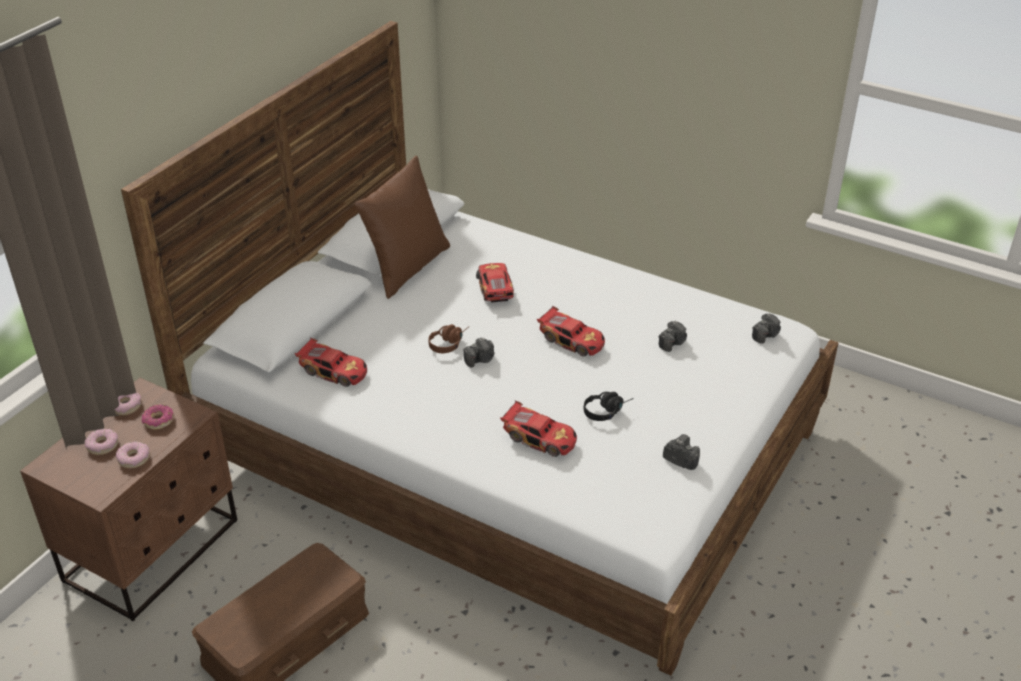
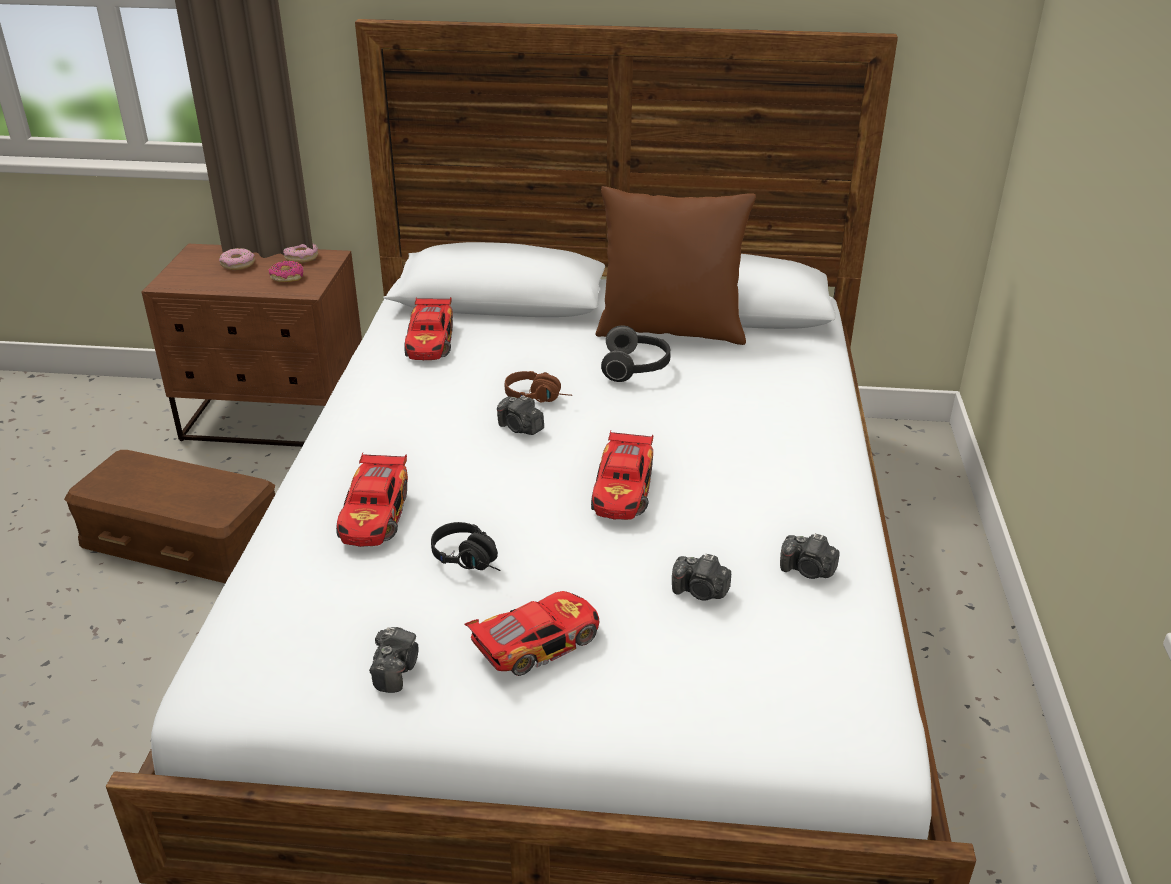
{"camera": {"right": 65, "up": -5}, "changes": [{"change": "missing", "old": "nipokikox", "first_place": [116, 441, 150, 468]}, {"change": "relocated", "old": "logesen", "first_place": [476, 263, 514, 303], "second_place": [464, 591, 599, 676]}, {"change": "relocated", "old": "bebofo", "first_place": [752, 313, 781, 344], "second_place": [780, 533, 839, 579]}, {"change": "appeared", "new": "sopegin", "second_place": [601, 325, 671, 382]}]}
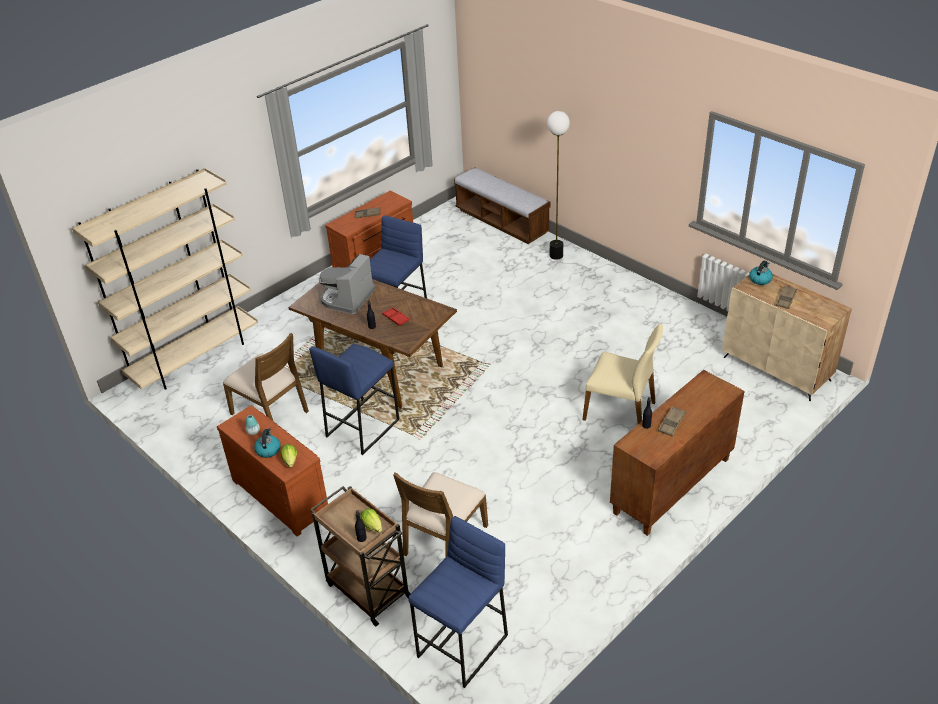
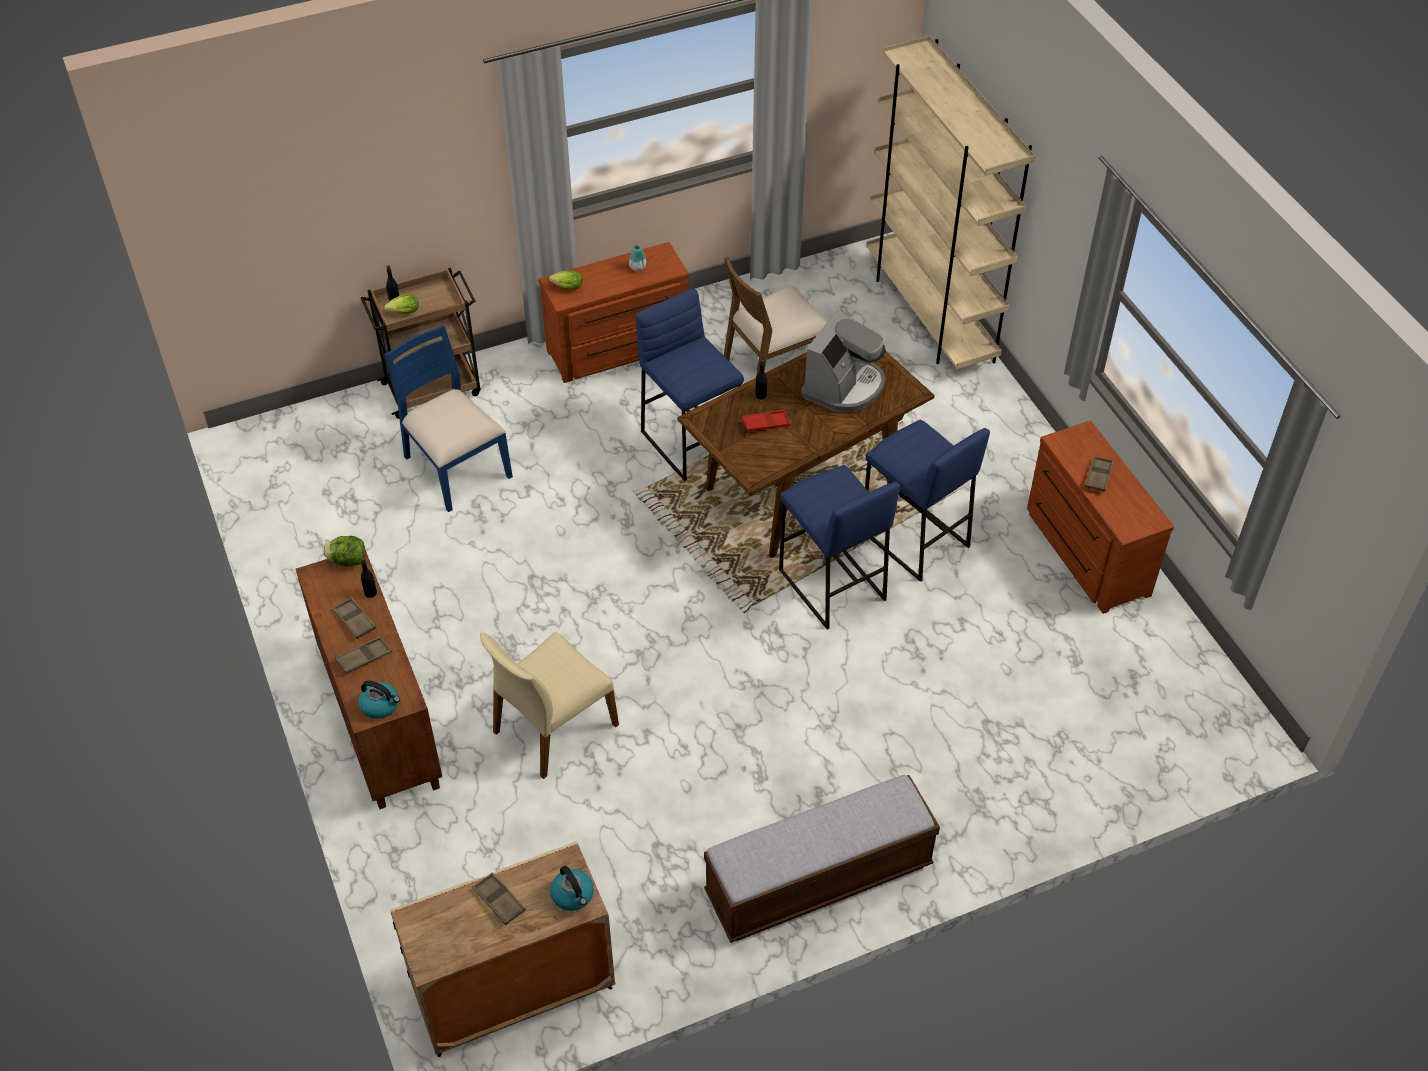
{"camera": {"right": 110, "up": 10}, "changes": [{"change": "relocated", "old": "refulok", "first_place": [254, 428, 280, 458], "second_place": [358, 680, 400, 719]}, {"change": "spun", "old": "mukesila", "first_place": [319, 253, 376, 314], "second_place": [801, 310, 886, 412], "degrees": 75}, {"change": "colour", "old": "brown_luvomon", "new": "blue_luvomon", "first_place": [393, 472, 488, 556], "second_place": [385, 325, 513, 512]}, {"change": "relocated", "old": "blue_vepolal", "first_place": [408, 516, 508, 688], "second_place": [779, 465, 900, 630]}, {"change": "relocated", "old": "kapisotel", "first_place": [454, 167, 550, 244], "second_place": [704, 775, 940, 943]}, {"change": "missing", "old": "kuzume", "first_place": [547, 111, 570, 260]}, {"change": "appeared", "new": "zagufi", "second_place": [323, 536, 365, 567]}, {"change": "appeared", "new": "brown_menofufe", "second_place": [335, 637, 392, 674]}]}
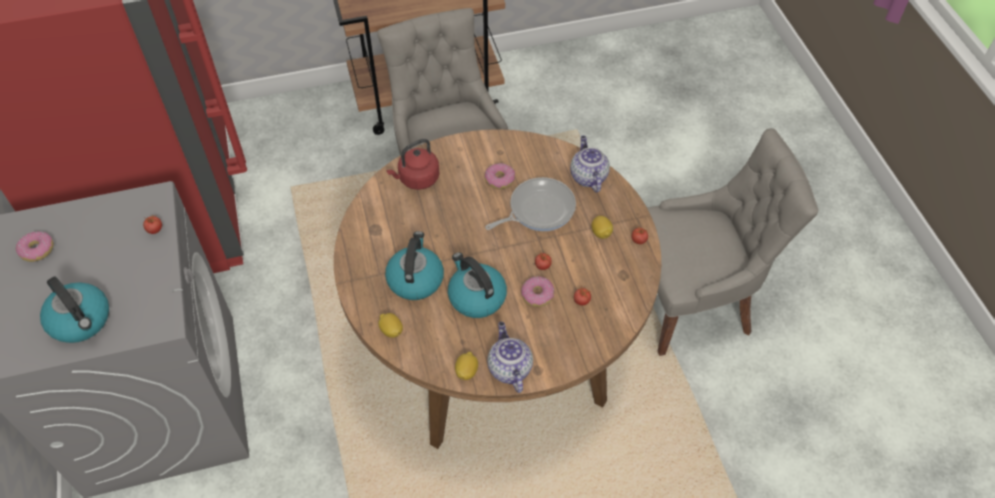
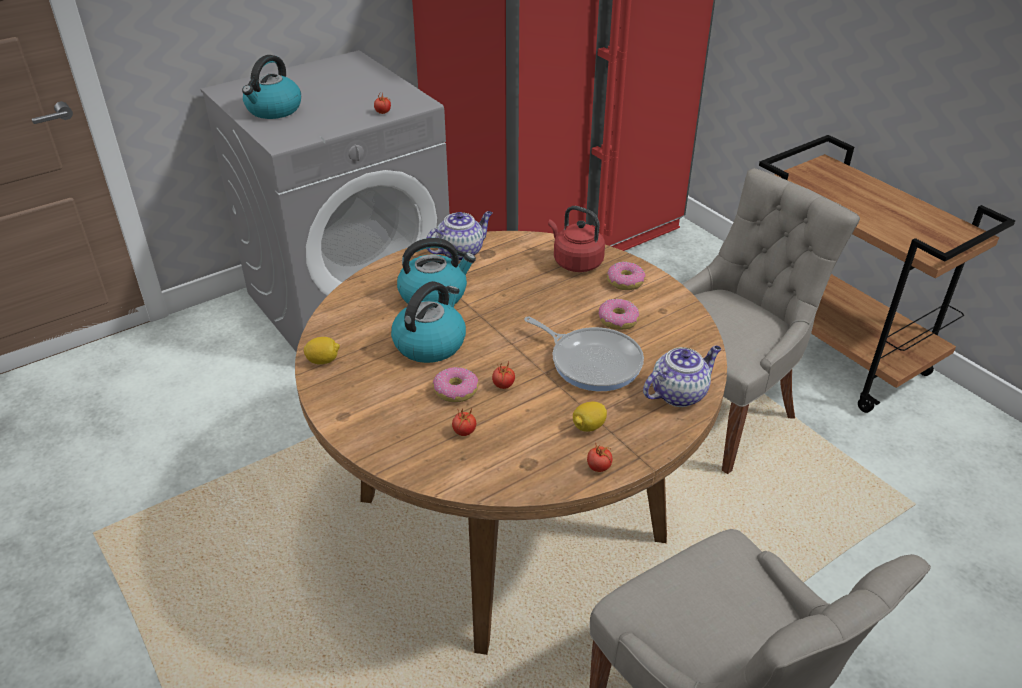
{"camera": {"right": 70, "up": -15}, "changes": [{"change": "relocated", "old": "nipokikox", "first_place": [16, 231, 54, 262], "second_place": [607, 262, 645, 290]}, {"change": "missing", "old": "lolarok", "first_place": [378, 313, 403, 338]}, {"change": "relocated", "old": "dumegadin", "first_place": [487, 322, 533, 393], "second_place": [427, 211, 493, 261]}]}
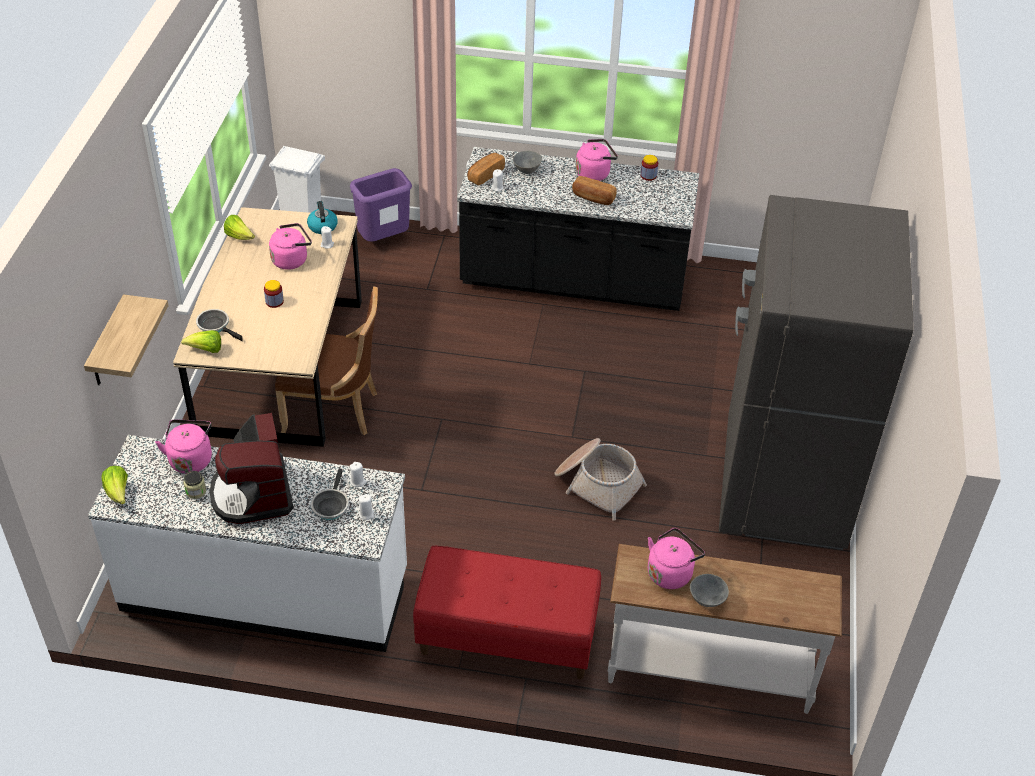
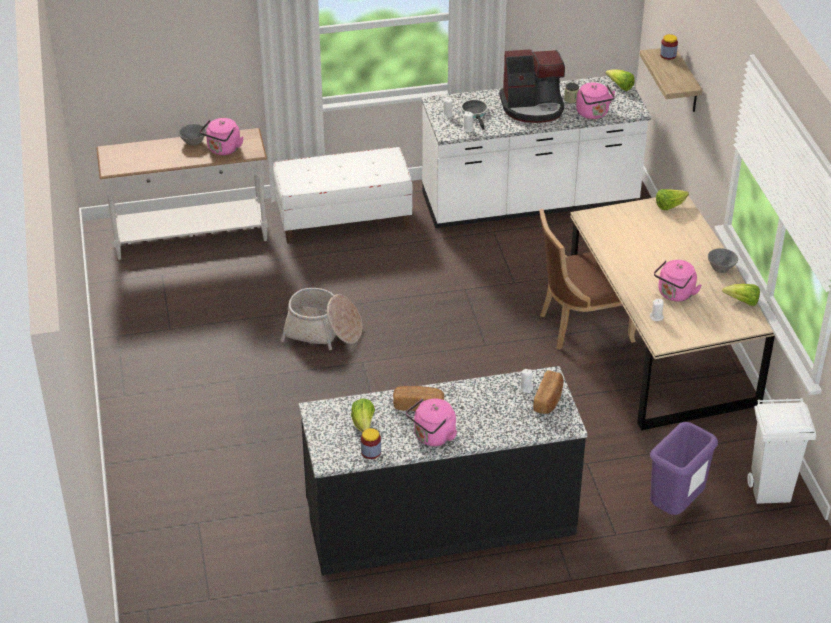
{"camera": {"right": 160, "up": -5}, "changes": [{"change": "missing", "old": "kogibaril", "first_place": [196, 309, 243, 341]}, {"change": "spun", "old": "mukesila", "first_place": [209, 413, 293, 524], "second_place": [499, 49, 565, 123], "degrees": 120}, {"change": "relocated", "old": "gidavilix", "first_place": [264, 280, 284, 308], "second_place": [660, 34, 678, 60]}, {"change": "missing", "old": "refulok", "first_place": [307, 201, 338, 234]}, {"change": "colour", "old": "red_kapisotel", "new": "white_kapisotel", "first_place": [413, 546, 601, 679], "second_place": [273, 147, 413, 244]}, {"change": "relocated", "old": "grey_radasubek", "first_place": [513, 151, 542, 174], "second_place": [708, 248, 738, 273]}, {"change": "missing", "old": "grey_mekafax", "first_place": [719, 195, 914, 550]}, {"change": "appeared", "new": "zagufi", "second_place": [351, 398, 375, 432]}]}
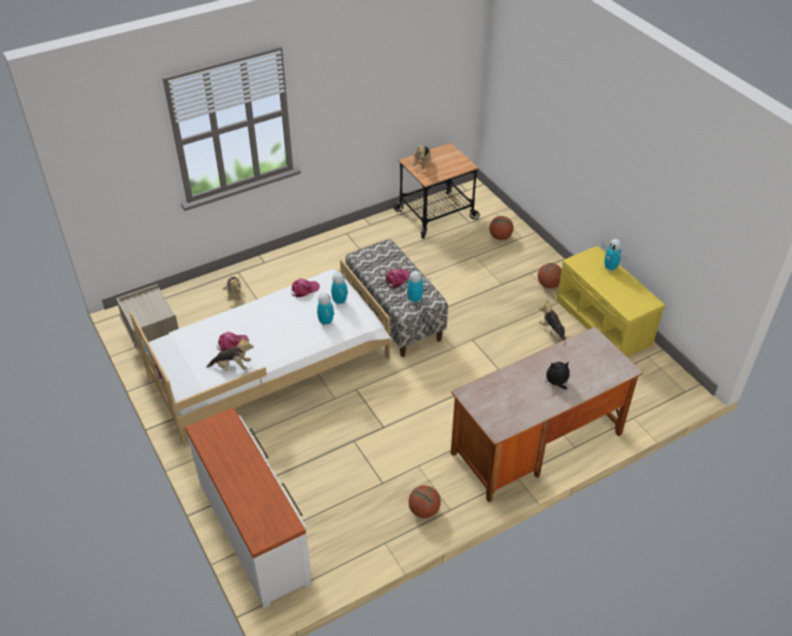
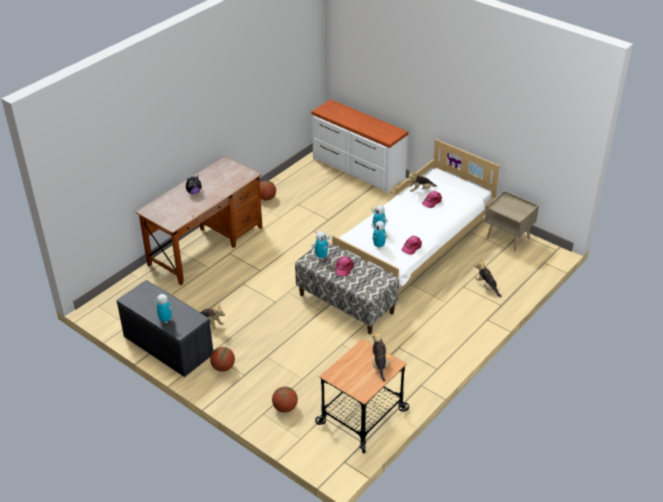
{"camera": {"right": 160, "up": -5}, "changes": [{"change": "colour", "old": "yellow_kapisotel", "new": "grey_kapisotel", "first_place": [556, 246, 665, 357], "second_place": [116, 280, 213, 377]}]}
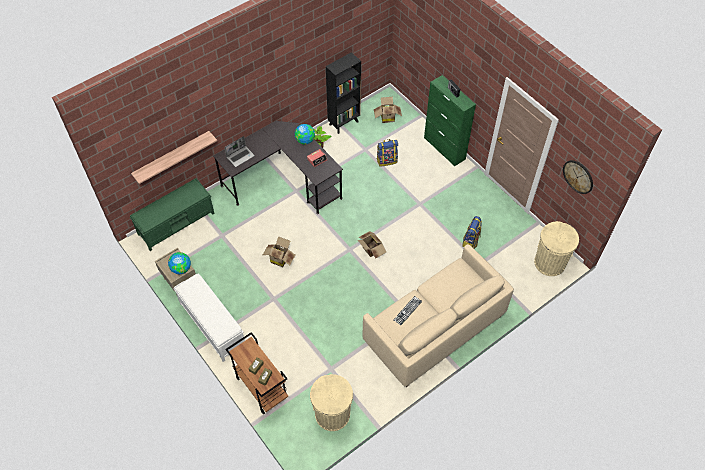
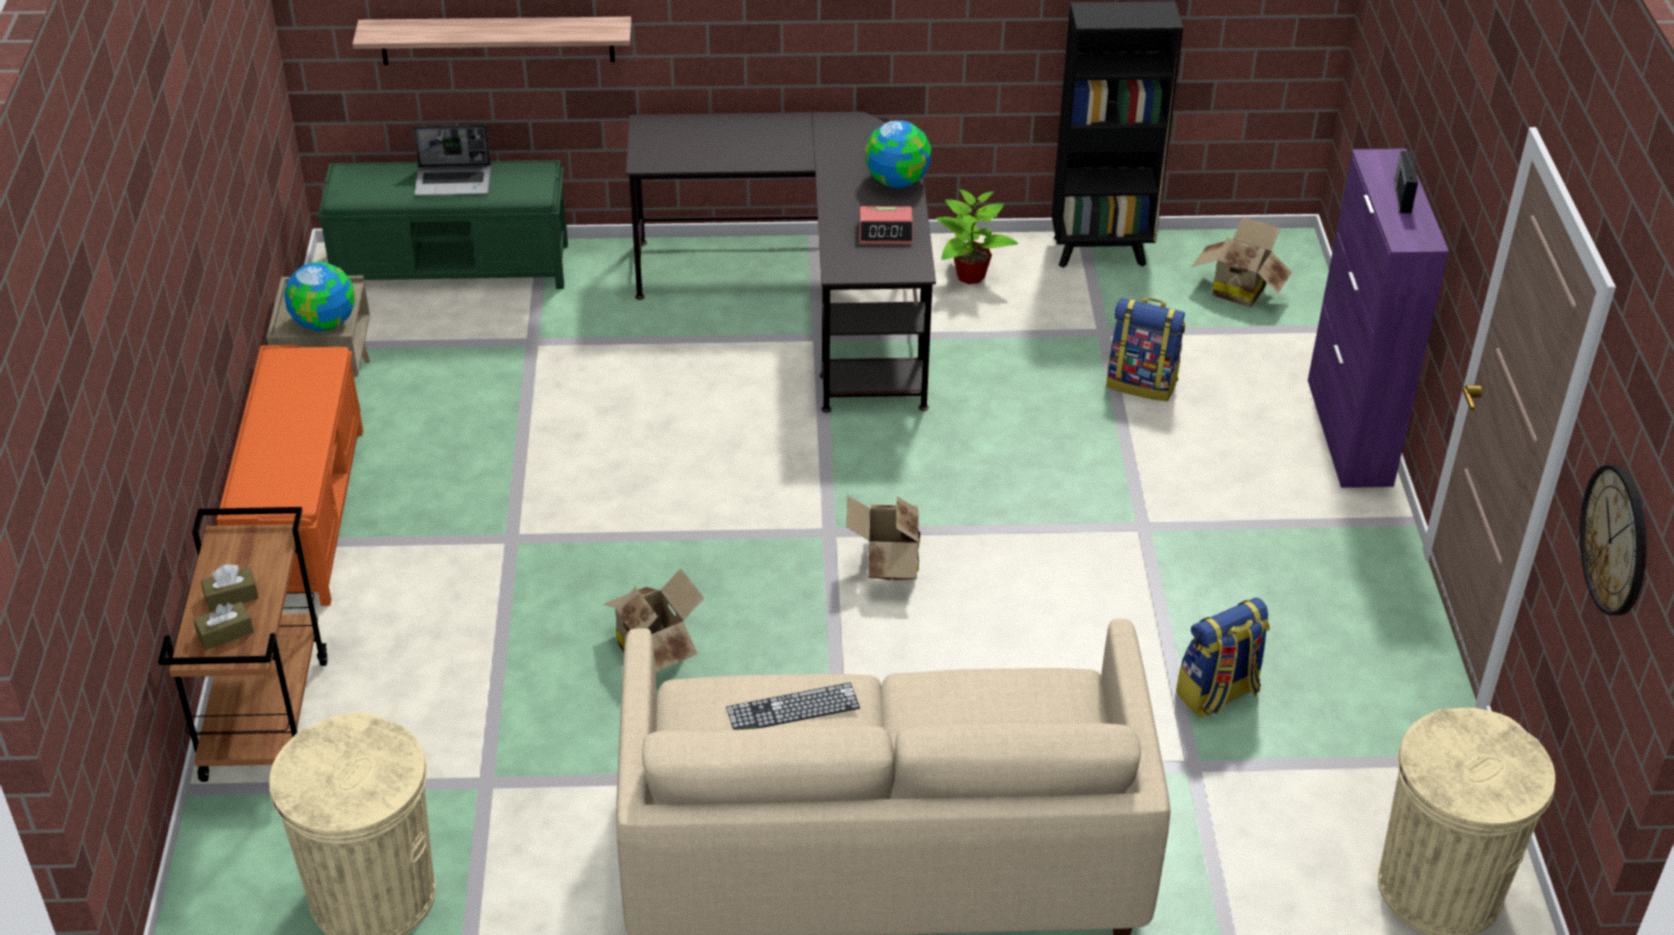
{"camera": {"right": 35, "up": -15}, "changes": [{"change": "colour", "old": "white_kapisotel", "new": "orange_kapisotel", "first_place": [174, 274, 245, 362], "second_place": [217, 345, 363, 606]}, {"change": "relocated", "old": "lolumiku", "first_place": [224, 136, 255, 167], "second_place": [413, 124, 491, 196]}, {"change": "relocated", "old": "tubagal", "first_place": [263, 236, 295, 267], "second_place": [603, 568, 704, 672]}, {"change": "colour", "old": "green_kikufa", "new": "purple_kikufa", "first_place": [424, 75, 476, 166], "second_place": [1308, 149, 1449, 488]}]}
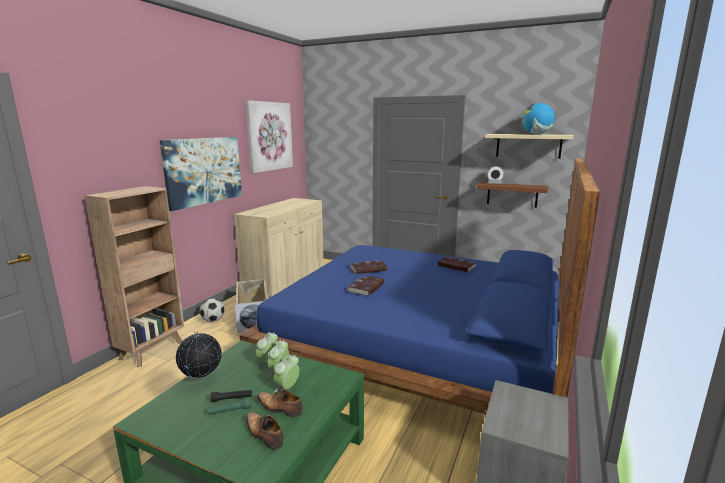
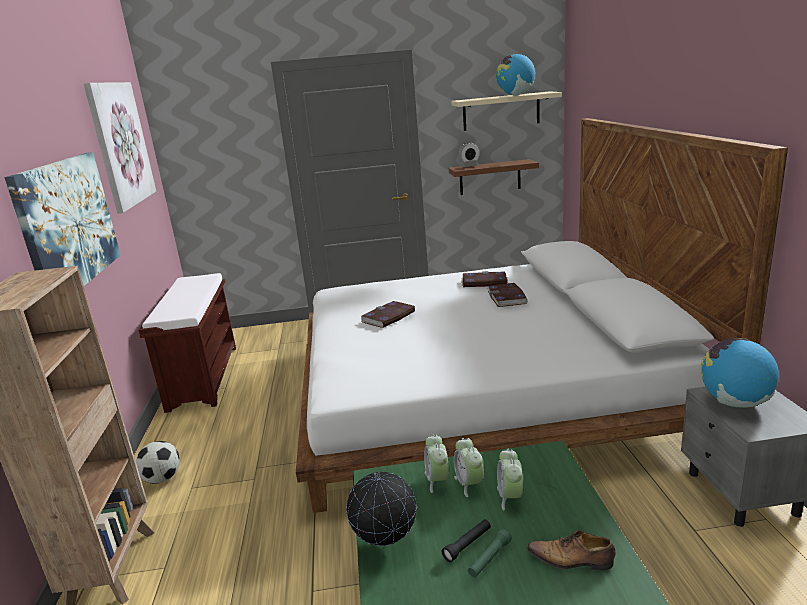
{"camera": {"right": -30, "up": 5}, "changes": [{"change": "exchanged", "old": "beige_kikufa", "new": "brown_kapisotel", "first_place": [234, 198, 324, 298], "second_place": [138, 273, 236, 413]}, {"change": "missing", "old": "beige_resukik", "first_place": [235, 279, 268, 334]}, {"change": "colour", "old": "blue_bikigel", "new": "white_bikigel", "first_place": [239, 158, 600, 414], "second_place": [296, 118, 788, 513]}, {"change": "missing", "old": "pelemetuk", "first_place": [257, 389, 302, 417]}, {"change": "relocated", "old": "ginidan", "first_place": [347, 275, 384, 296], "second_place": [487, 283, 527, 307]}, {"change": "appeared", "new": "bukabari", "second_place": [701, 338, 779, 408]}]}
